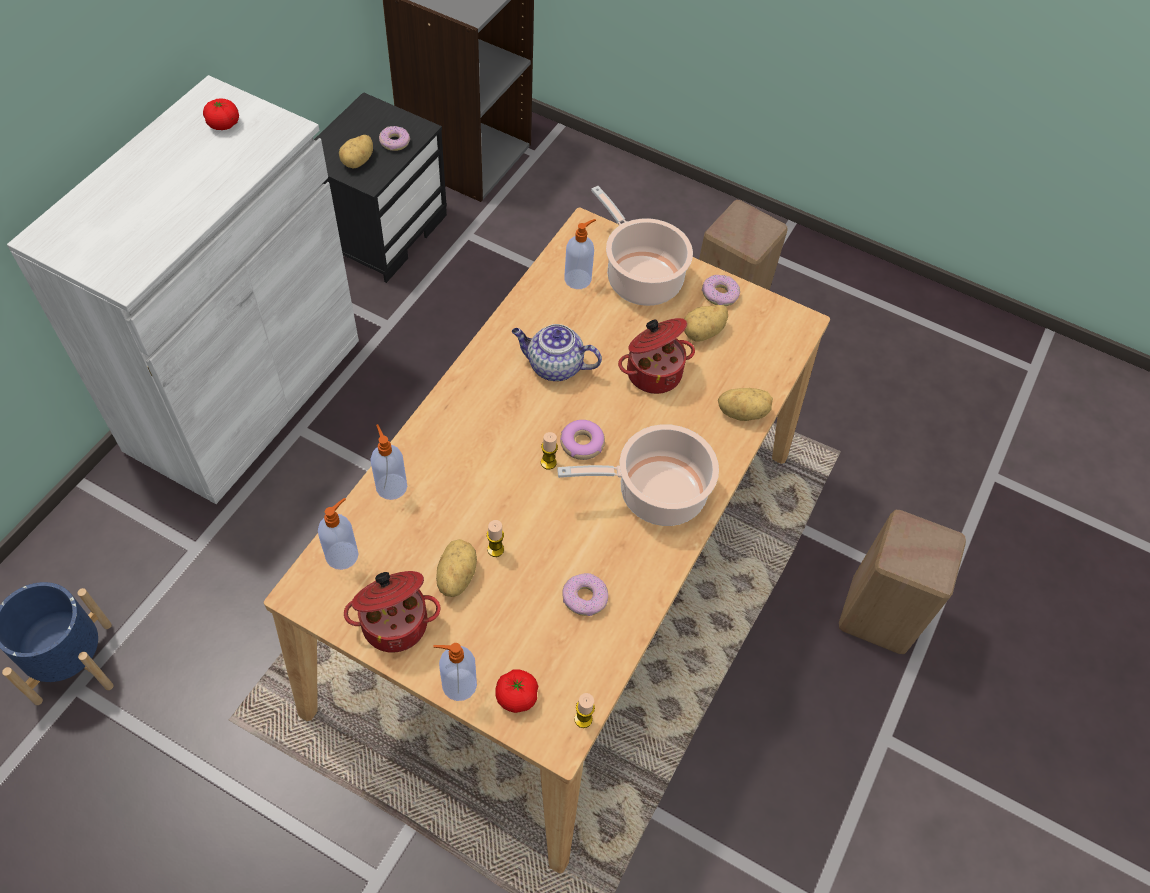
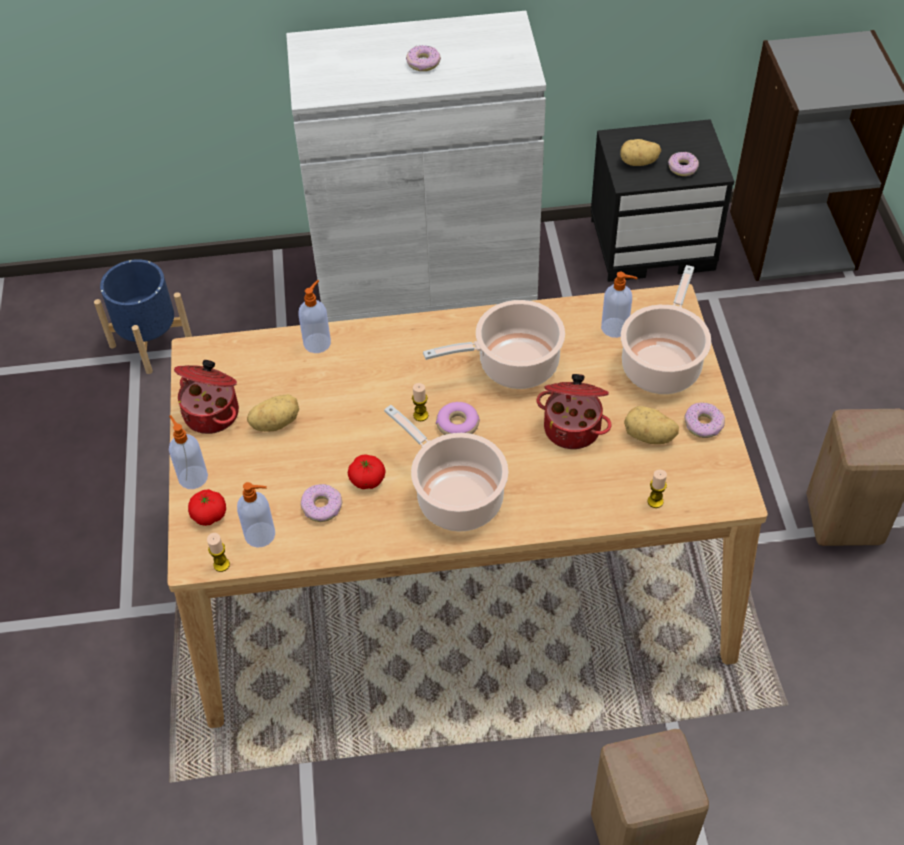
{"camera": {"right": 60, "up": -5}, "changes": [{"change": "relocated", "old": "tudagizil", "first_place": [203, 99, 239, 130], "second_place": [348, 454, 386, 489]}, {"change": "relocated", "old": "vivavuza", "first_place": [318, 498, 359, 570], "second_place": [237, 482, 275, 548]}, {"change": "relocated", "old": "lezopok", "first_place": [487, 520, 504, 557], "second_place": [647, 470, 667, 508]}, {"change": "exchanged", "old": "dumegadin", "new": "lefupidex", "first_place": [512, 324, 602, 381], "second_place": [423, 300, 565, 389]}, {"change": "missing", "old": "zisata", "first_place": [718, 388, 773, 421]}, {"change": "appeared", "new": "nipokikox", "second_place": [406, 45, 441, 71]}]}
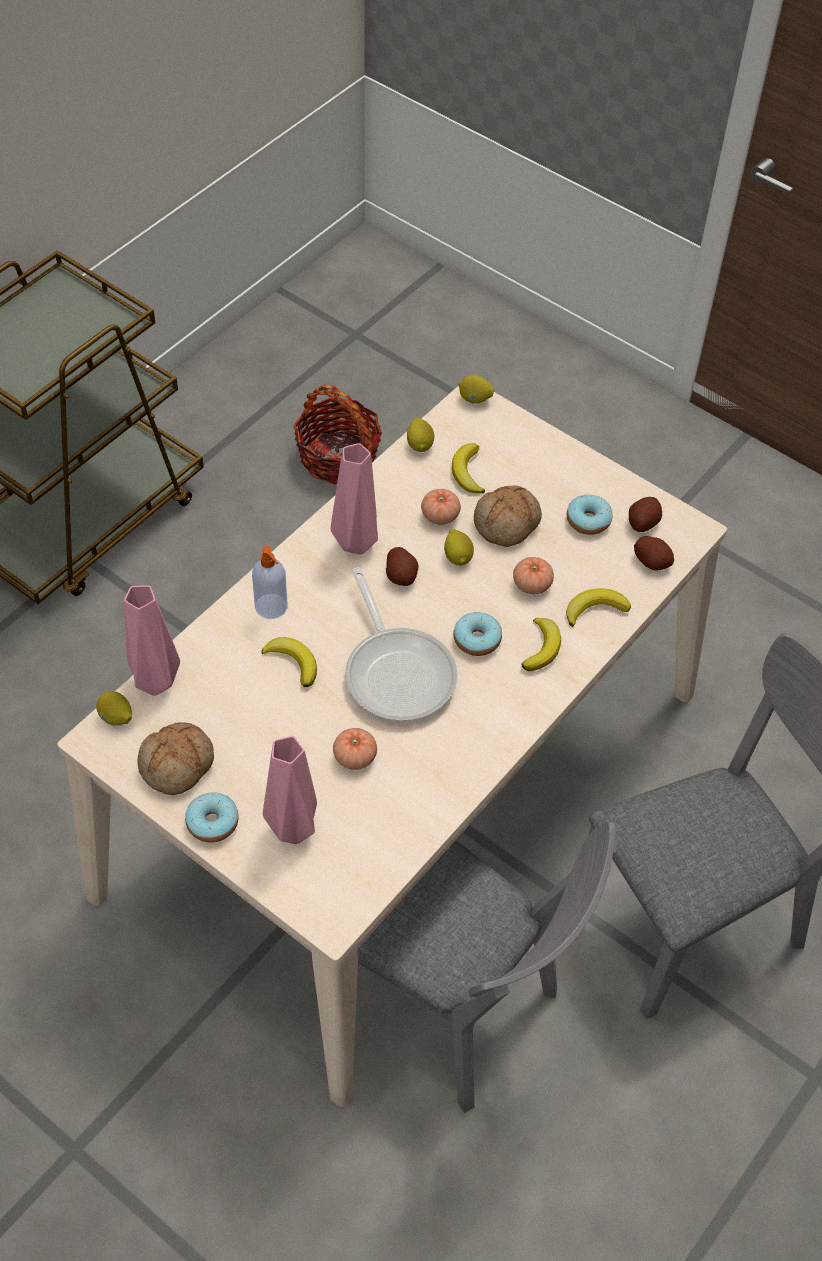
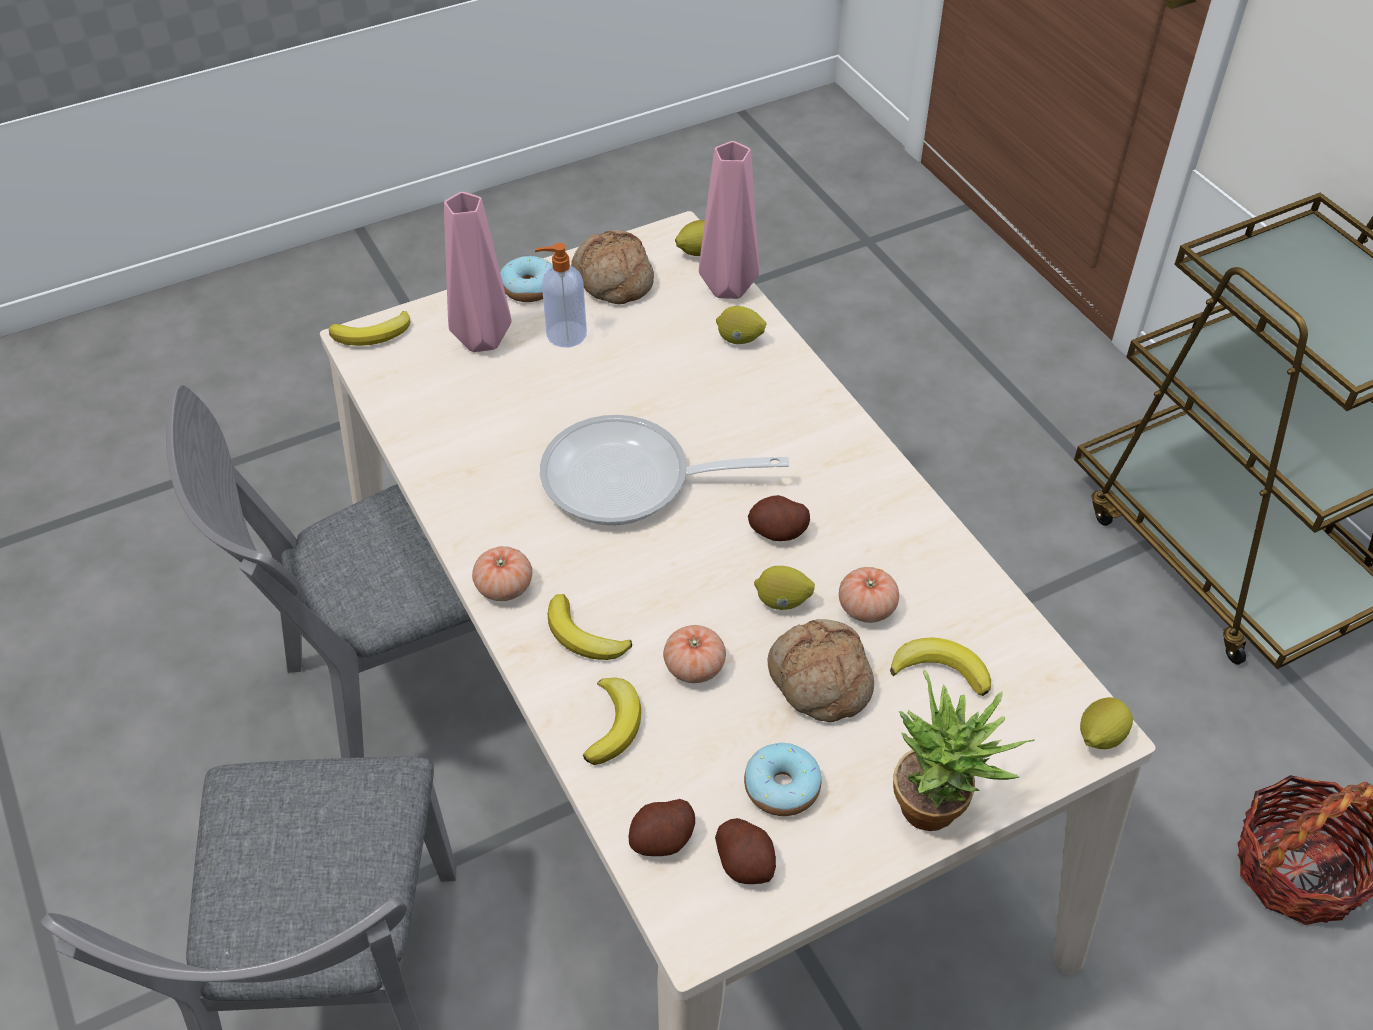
{"camera": {"right": 115, "up": -5}, "changes": [{"change": "relocated", "old": "vivavuza", "first_place": [252, 546, 288, 619], "second_place": [535, 243, 587, 347]}, {"change": "relocated", "old": "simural", "first_place": [262, 637, 317, 687], "second_place": [329, 311, 410, 346]}, {"change": "missing", "old": "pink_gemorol", "first_place": [331, 443, 378, 555]}, {"change": "relocated", "old": "tudagizil", "first_place": [333, 728, 377, 770], "second_place": [472, 546, 532, 601]}, {"change": "relocated", "old": "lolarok", "first_place": [407, 418, 434, 452], "second_place": [716, 306, 766, 344]}, {"change": "missing", "old": "nipokikox", "first_place": [453, 612, 502, 656]}, {"change": "appeared", "new": "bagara", "second_place": [893, 670, 1034, 831]}]}
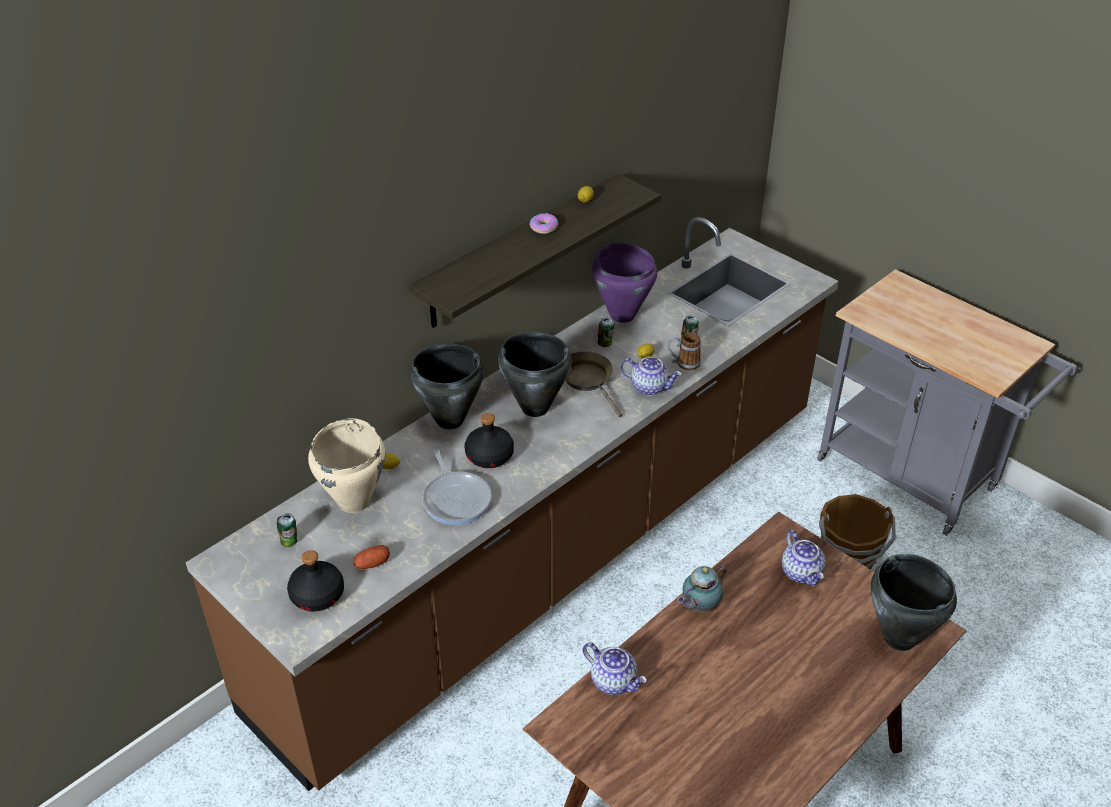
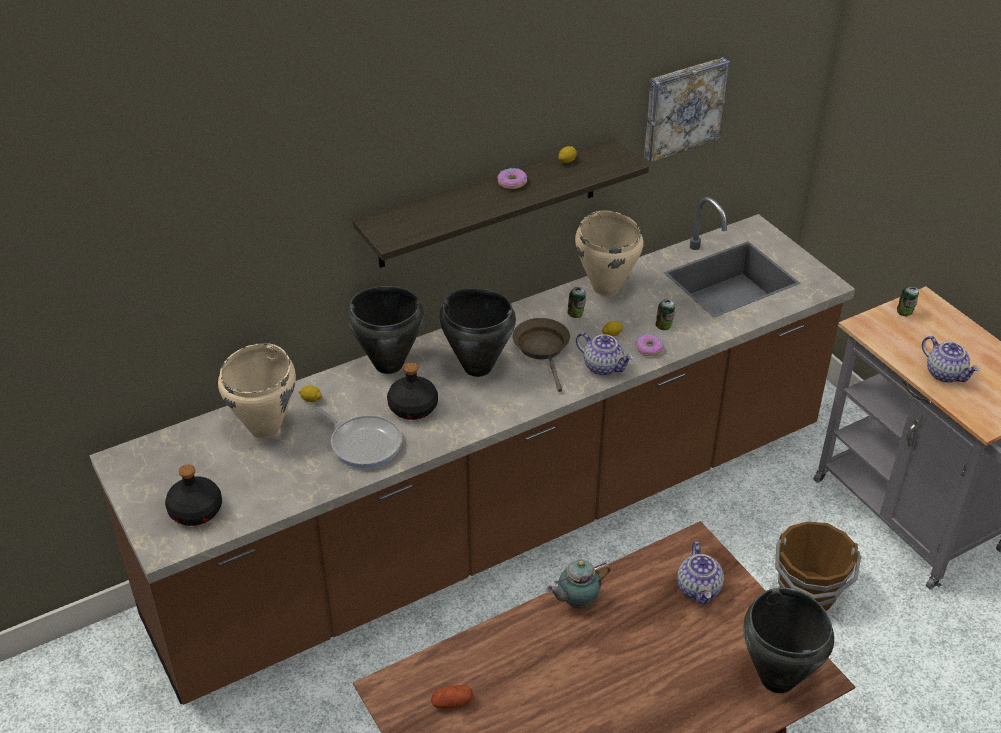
{"camera": {"right": 15, "up": 0}, "changes": [{"change": "relocated", "old": "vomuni", "first_place": [277, 513, 298, 547], "second_place": [897, 286, 919, 316]}, {"change": "relocated", "old": "zisata", "first_place": [353, 545, 390, 569], "second_place": [431, 685, 473, 709]}, {"change": "spun", "old": "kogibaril", "first_place": [422, 449, 492, 525], "second_place": [313, 406, 402, 468], "degrees": -45}, {"change": "relocated", "old": "dumegadin", "first_place": [583, 642, 647, 695], "second_place": [922, 336, 980, 383]}, {"change": "colour", "old": "purple_lefupidex", "new": "beige_lefupidex", "first_place": [592, 243, 657, 323], "second_place": [575, 210, 644, 296]}, {"change": "exchanged", "old": "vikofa", "new": "nipokikox", "first_place": [668, 333, 701, 370], "second_place": [636, 334, 664, 356]}, {"change": "appeared", "new": "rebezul", "second_place": [644, 57, 730, 162]}]}
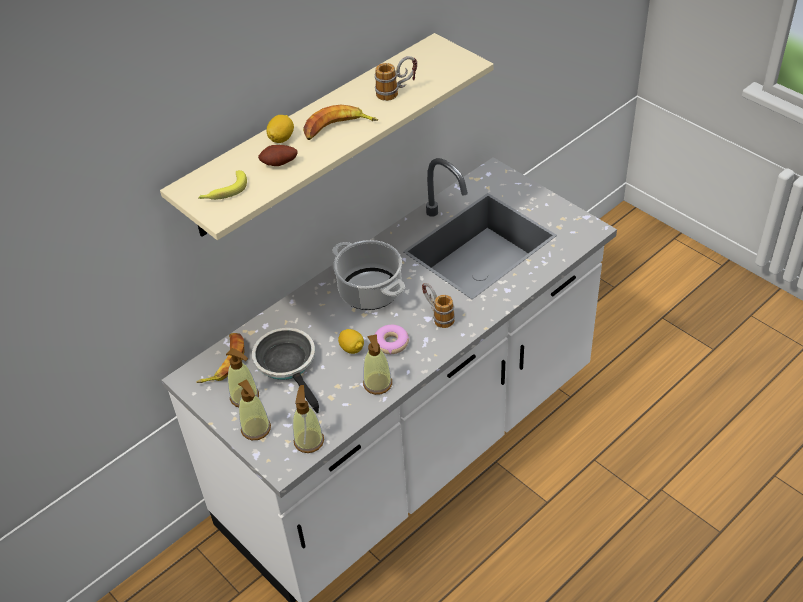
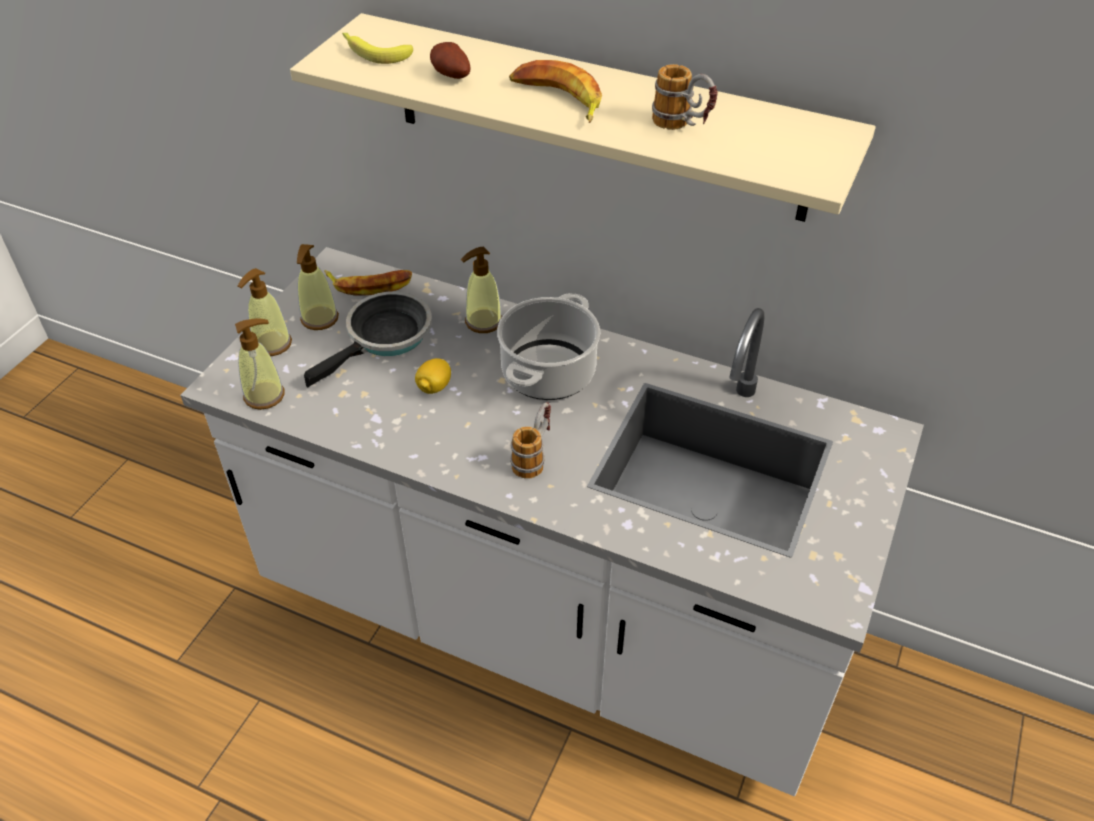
{"camera": {"right": 65, "up": 0}, "changes": [{"change": "missing", "old": "lolarok", "first_place": [267, 115, 294, 143]}, {"change": "relocated", "old": "vivavuza", "first_place": [363, 334, 392, 395], "second_place": [461, 247, 502, 333]}, {"change": "missing", "old": "nipokikox", "first_place": [375, 325, 409, 354]}]}
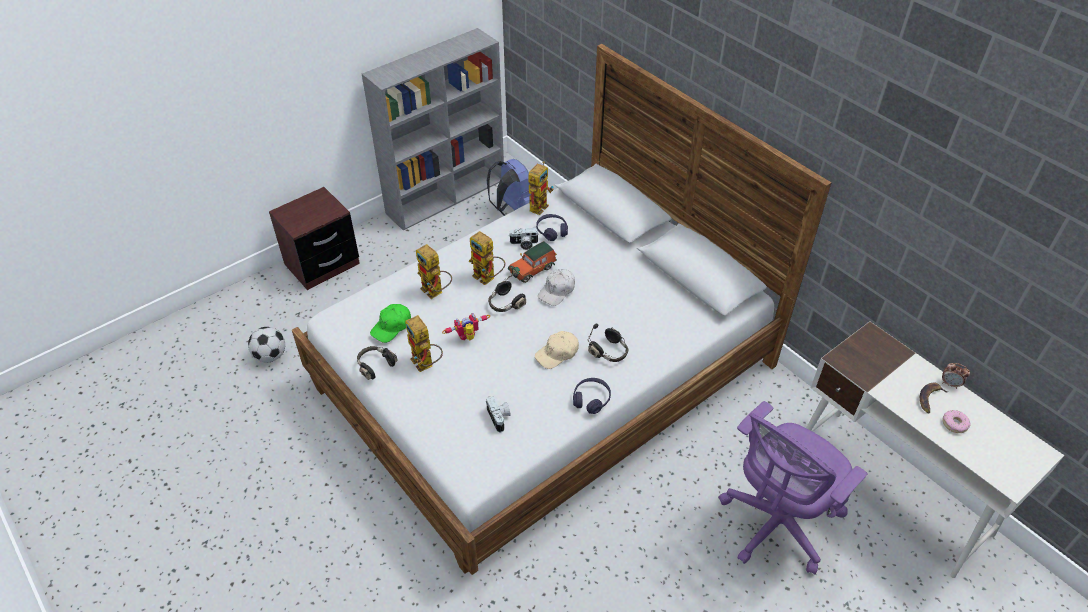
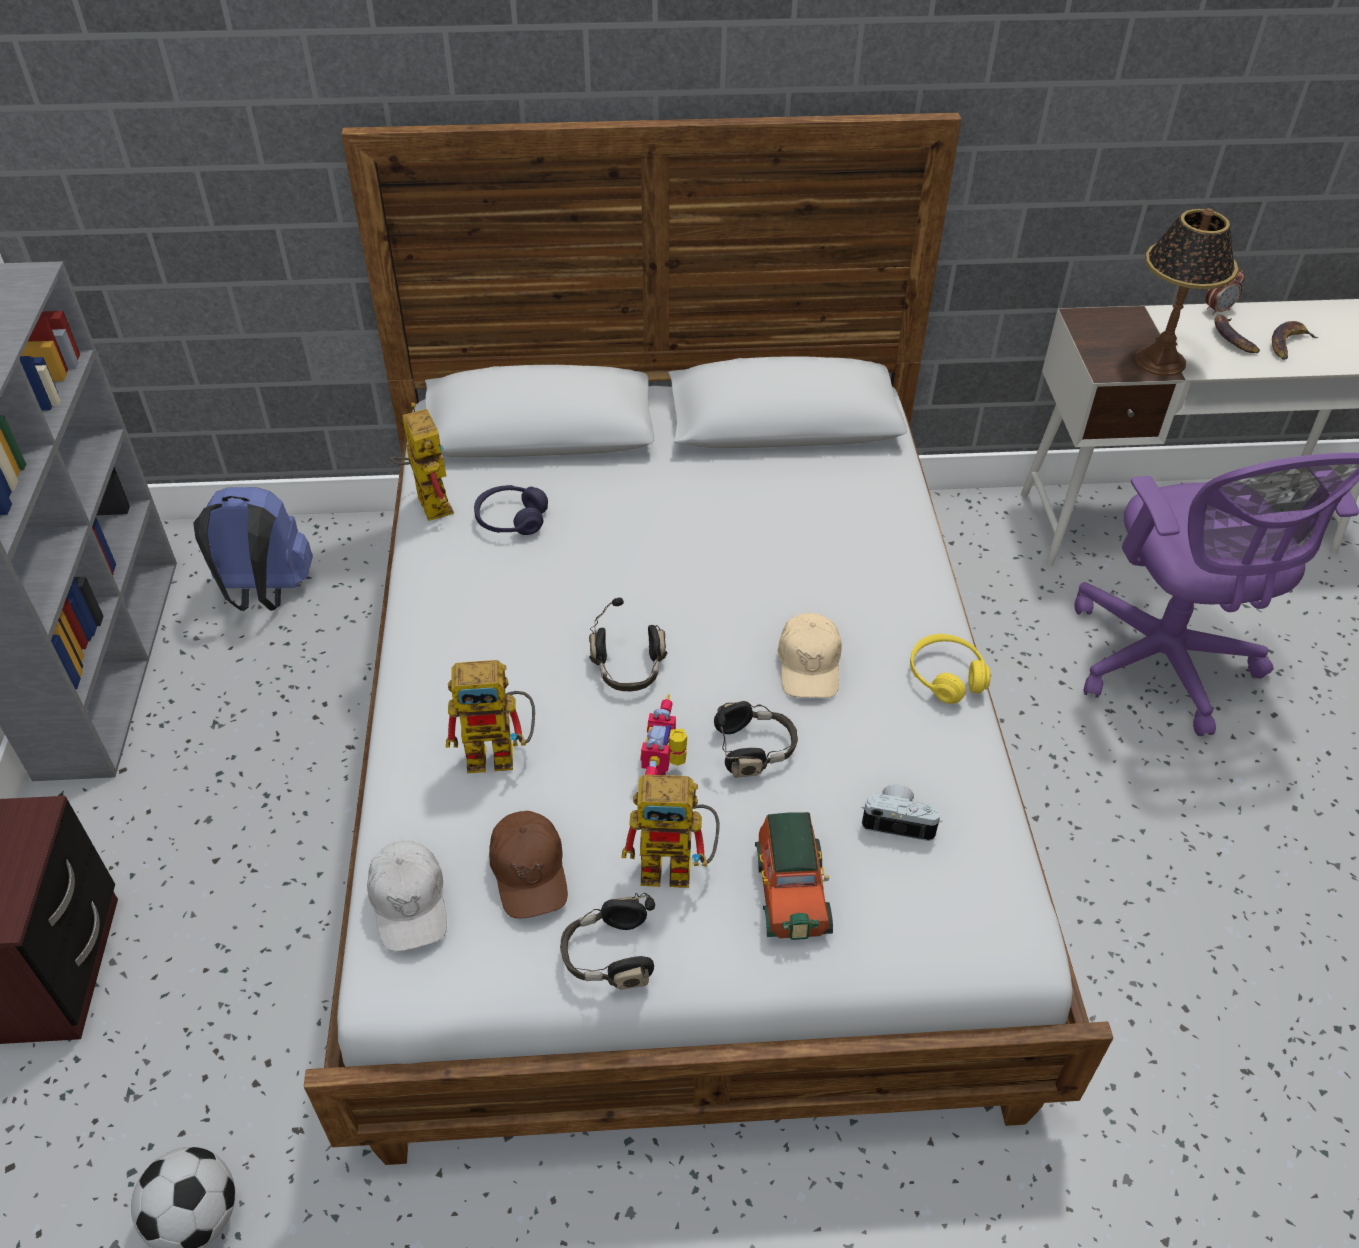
{"camera": {"right": -55, "up": 0}, "changes": [{"change": "colour", "old": "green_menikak", "new": "brown_menikak", "first_place": [370, 304, 411, 343], "second_place": [489, 811, 568, 918]}, {"change": "missing", "old": "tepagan", "first_place": [469, 231, 505, 285]}, {"change": "relocated", "old": "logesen", "first_place": [508, 241, 557, 283], "second_place": [755, 812, 833, 940]}, {"change": "missing", "old": "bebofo", "first_place": [509, 228, 539, 250]}, {"change": "relocated", "old": "white_menikak", "first_place": [538, 269, 575, 306], "second_place": [367, 841, 447, 952]}, {"change": "colour", "old": "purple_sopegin", "new": "yellow_sopegin", "first_place": [573, 378, 611, 414], "second_place": [910, 634, 991, 704]}, {"change": "relocated", "old": "black_sopegin", "first_place": [588, 324, 628, 362], "second_place": [714, 701, 798, 778]}, {"change": "exchanged", "old": "nipokikox", "new": "simural", "first_place": [942, 410, 971, 433], "second_place": [1272, 321, 1318, 360]}, {"change": "appeared", "new": "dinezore", "second_place": [1135, 208, 1238, 376]}]}
